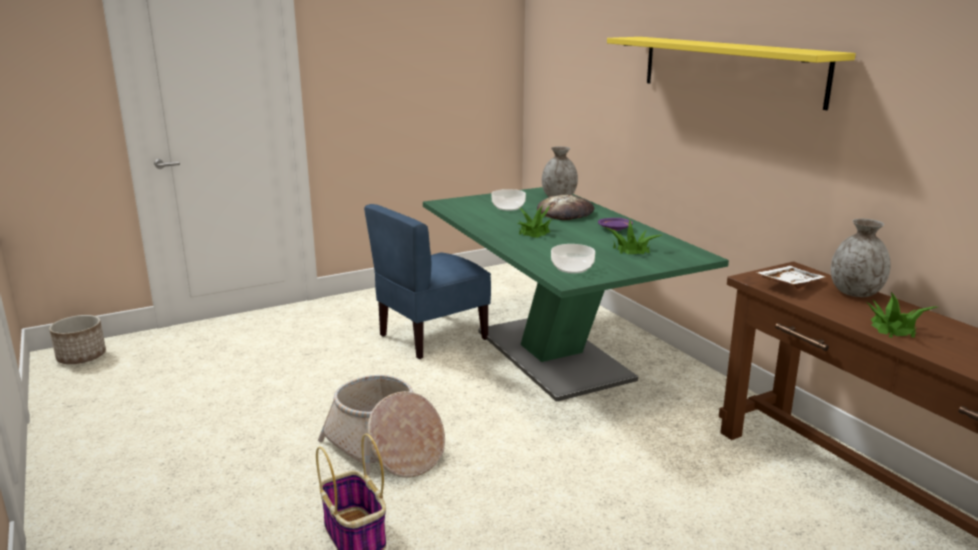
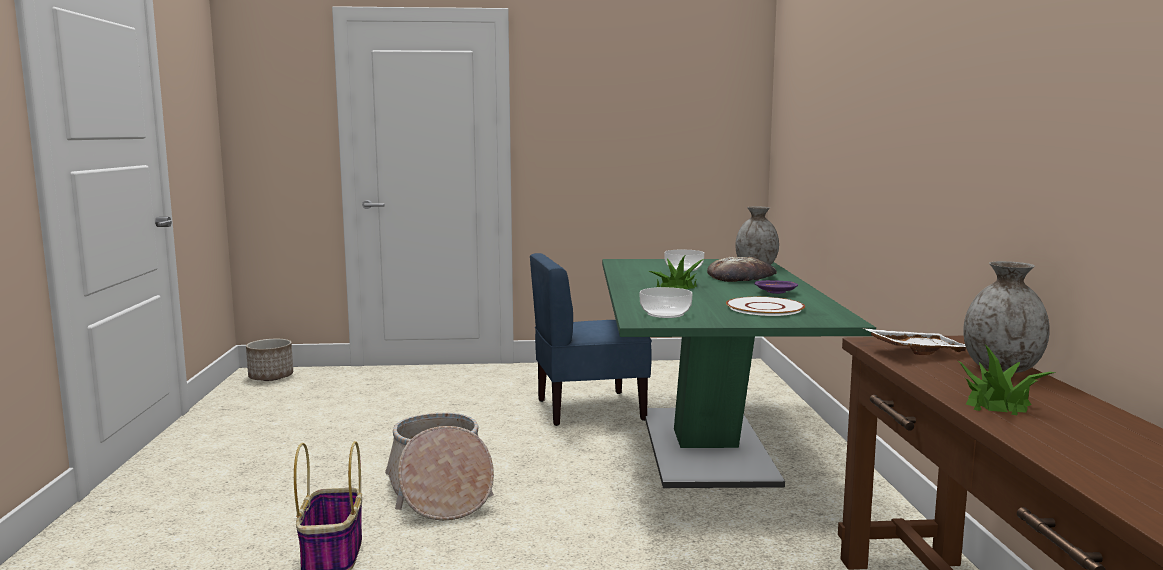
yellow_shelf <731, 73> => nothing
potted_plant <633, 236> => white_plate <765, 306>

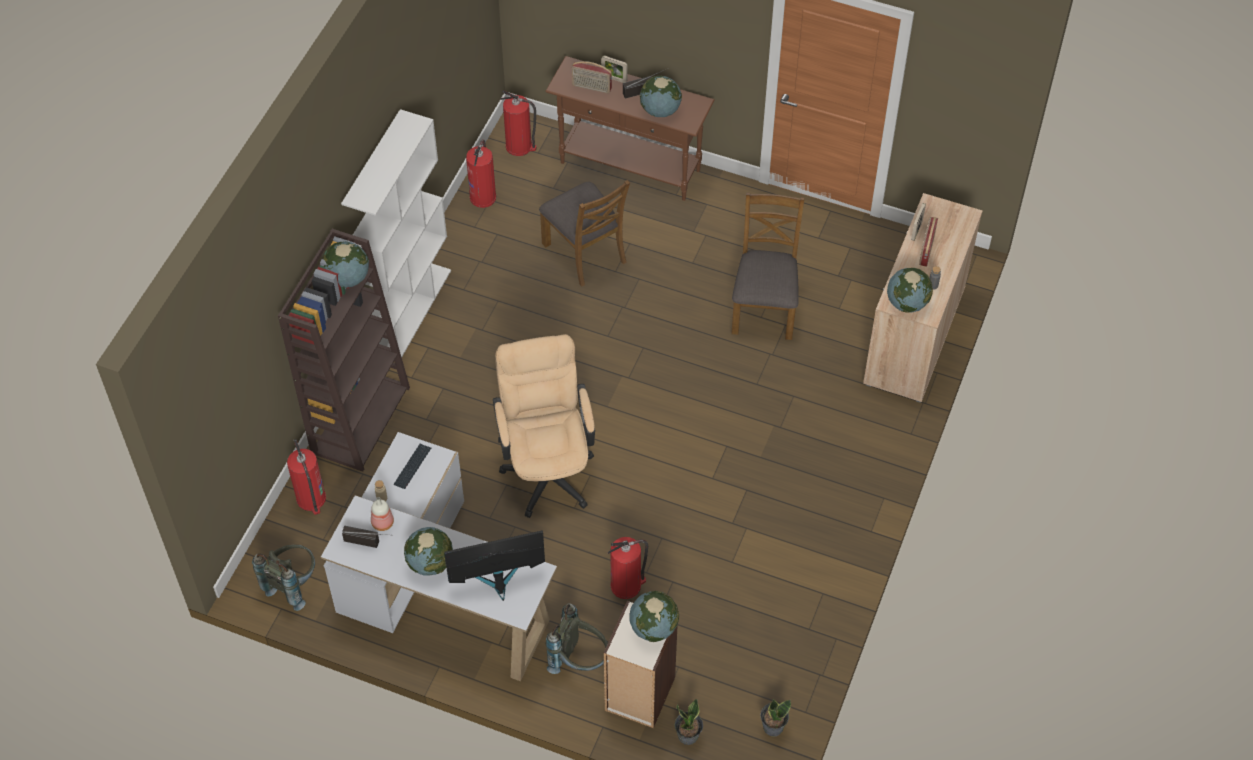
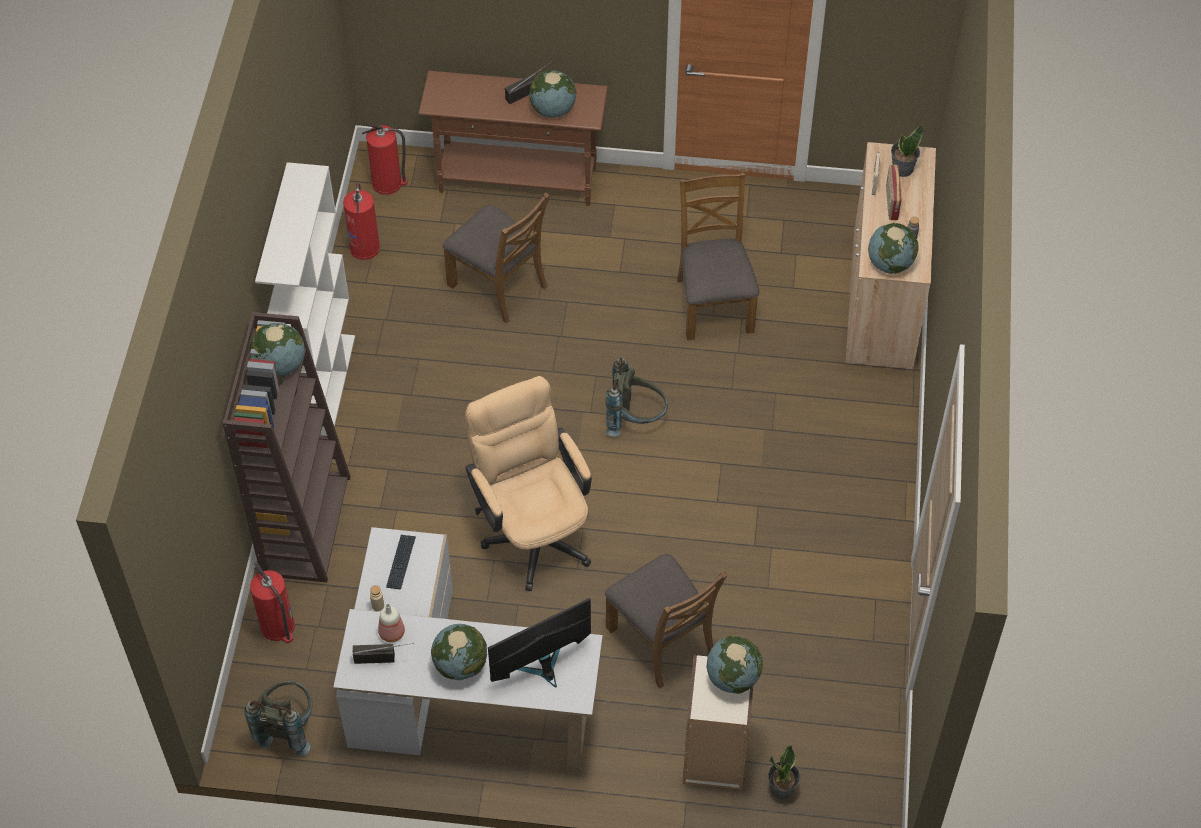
radio <592, 77> => nothing
picture_frame <614, 69> => nothing
grey_backpack <576, 638> => grey_backpack <636, 397>, shifted
potted_plant <775, 718> => potted_plant <907, 150>, shifted
fire_extinguisher <627, 568> => brown_chair <666, 621>

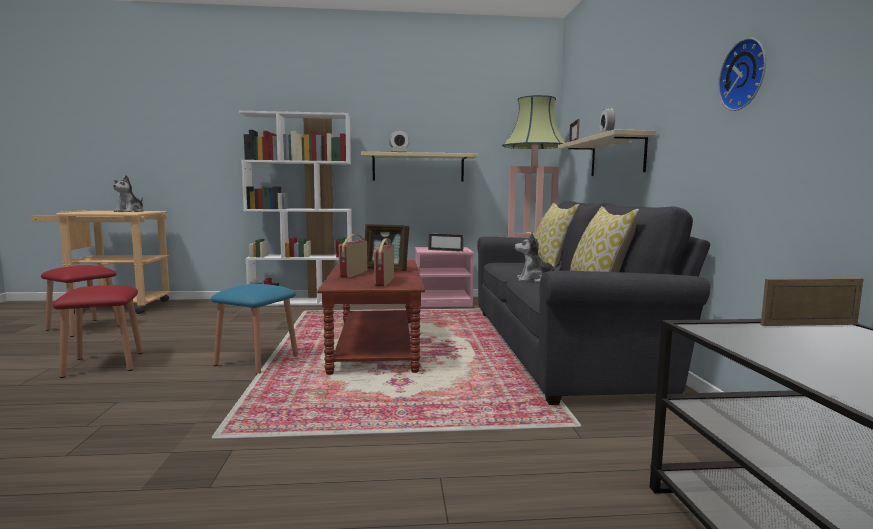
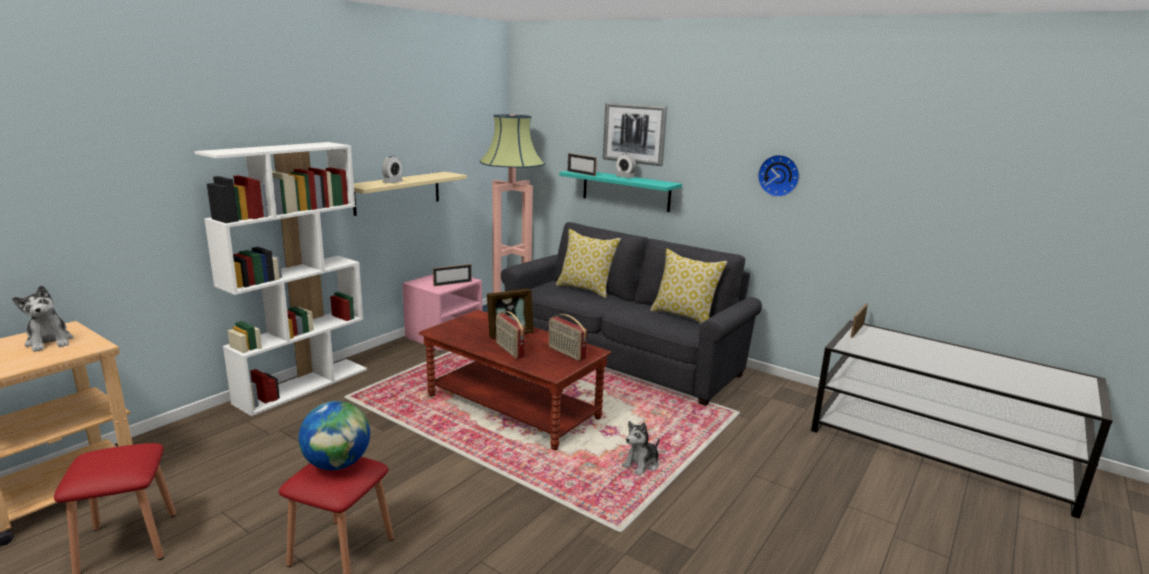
blue_stool <254, 329> => nothing
nothing => globe <334, 435>
nothing => picture <635, 134>
plush_toy <538, 257> => plush_toy <641, 448>, shifted
beige_shelf <607, 152> => turquoise_shelf <620, 191>

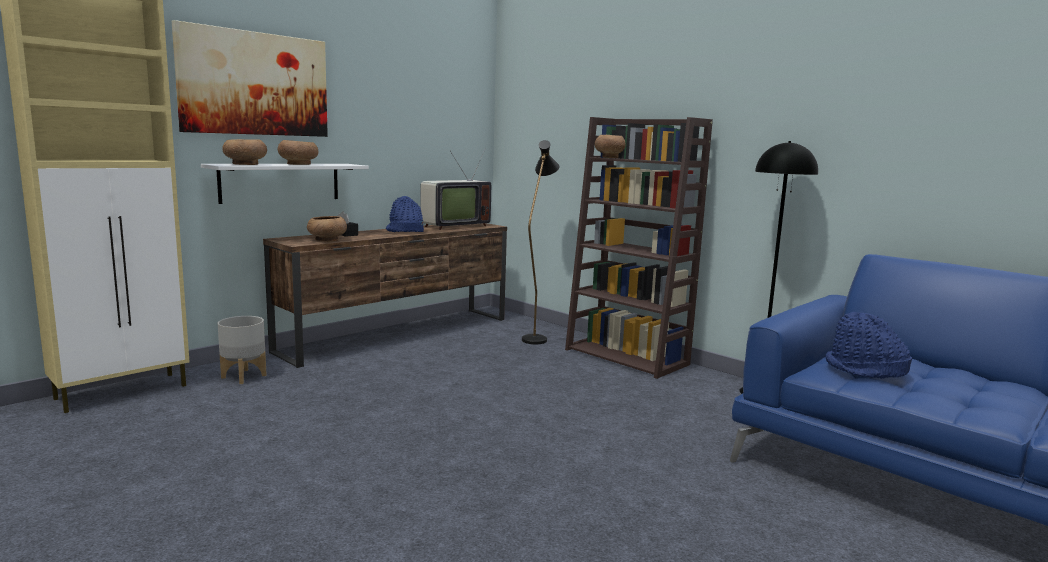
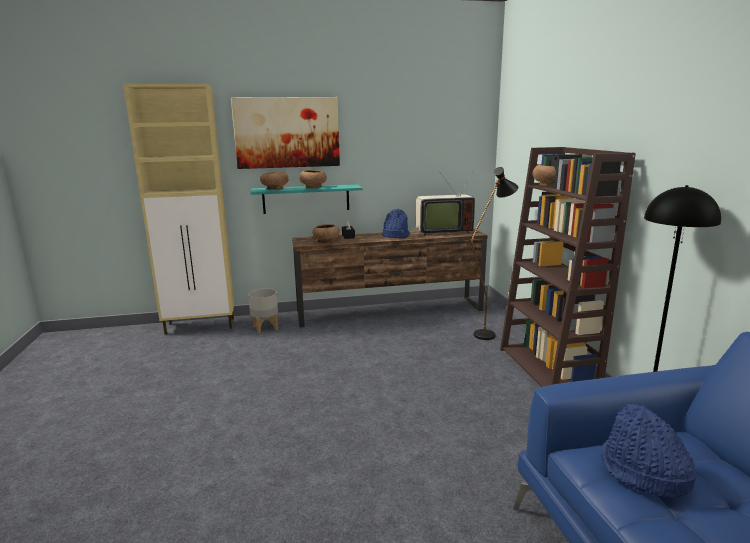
white_shelf <285, 184> => turquoise_shelf <306, 199>

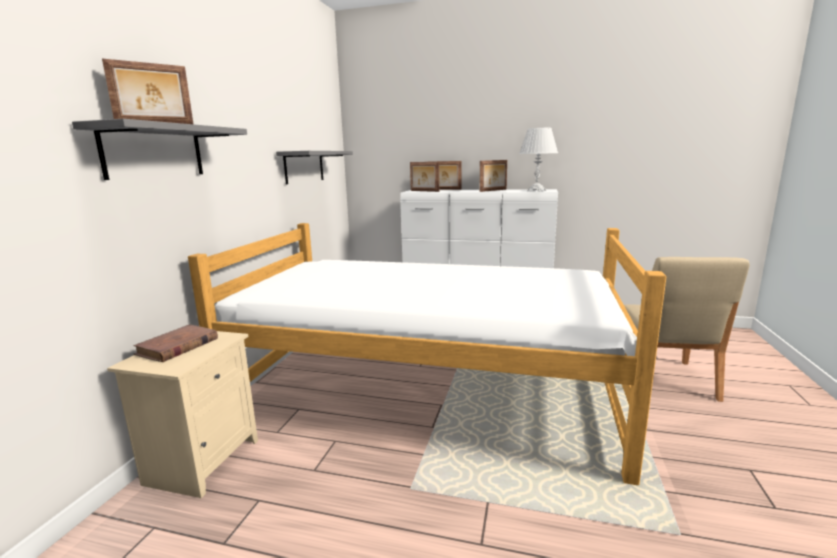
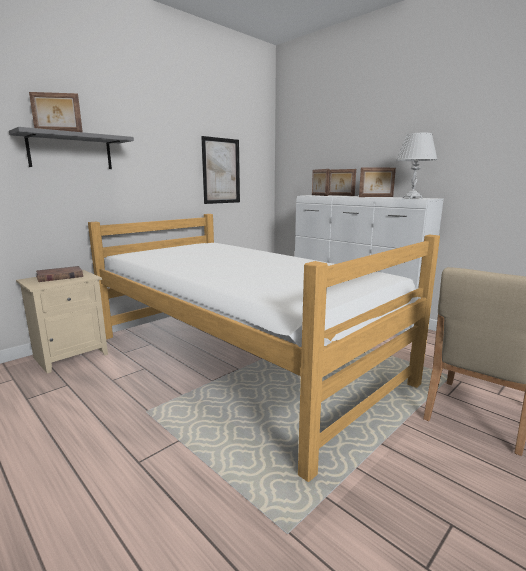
grey_shelf <314, 167> => picture <220, 170>

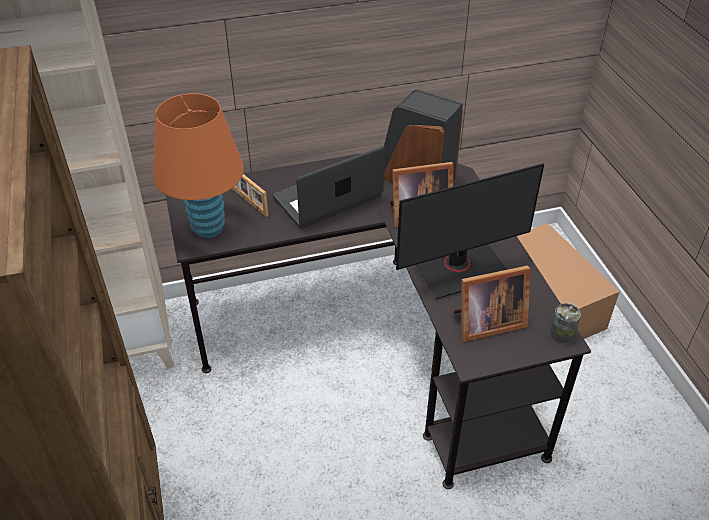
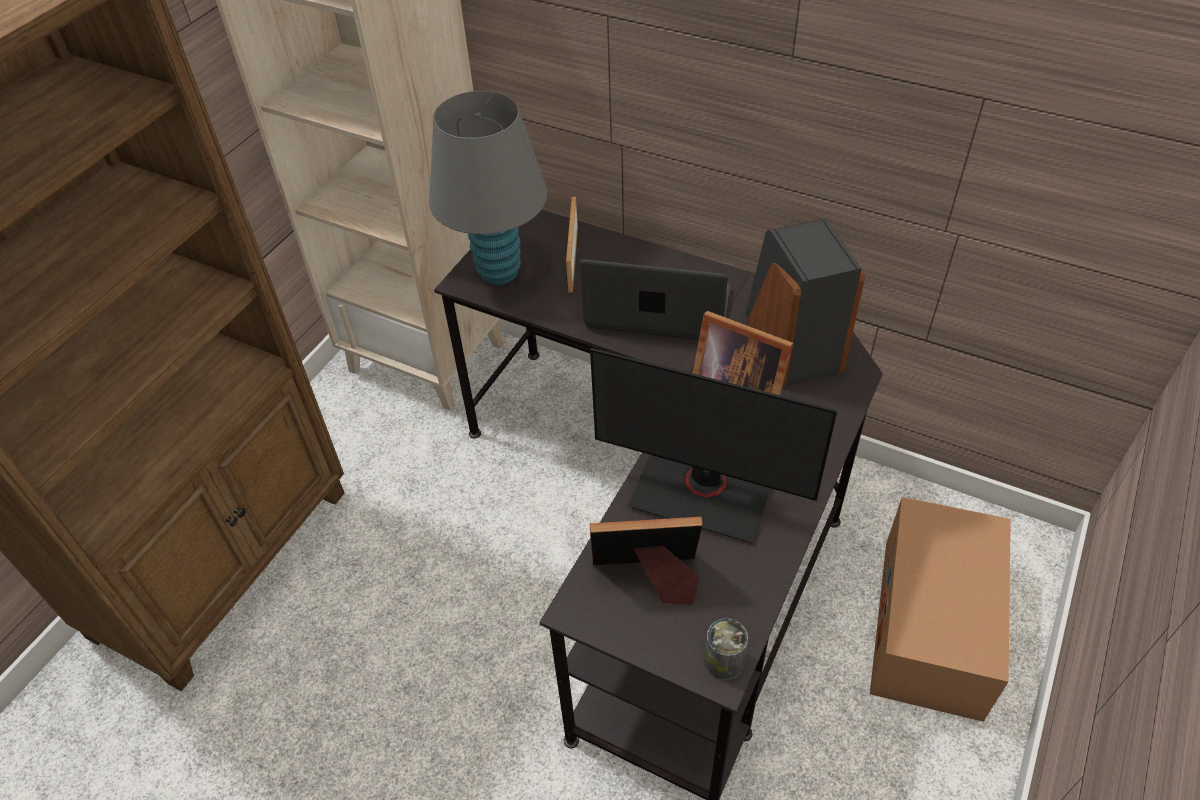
orange_table_lamp <198, 166> => grey_table_lamp <488, 188>
picture_frame <492, 303> => picture_frame <646, 561>, 150 degrees clockwise

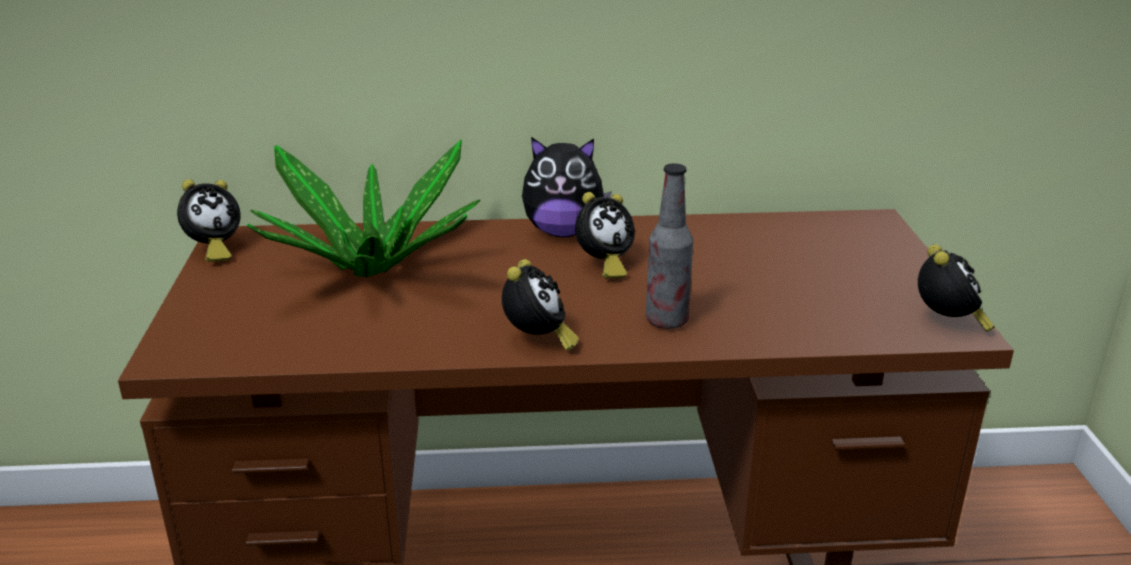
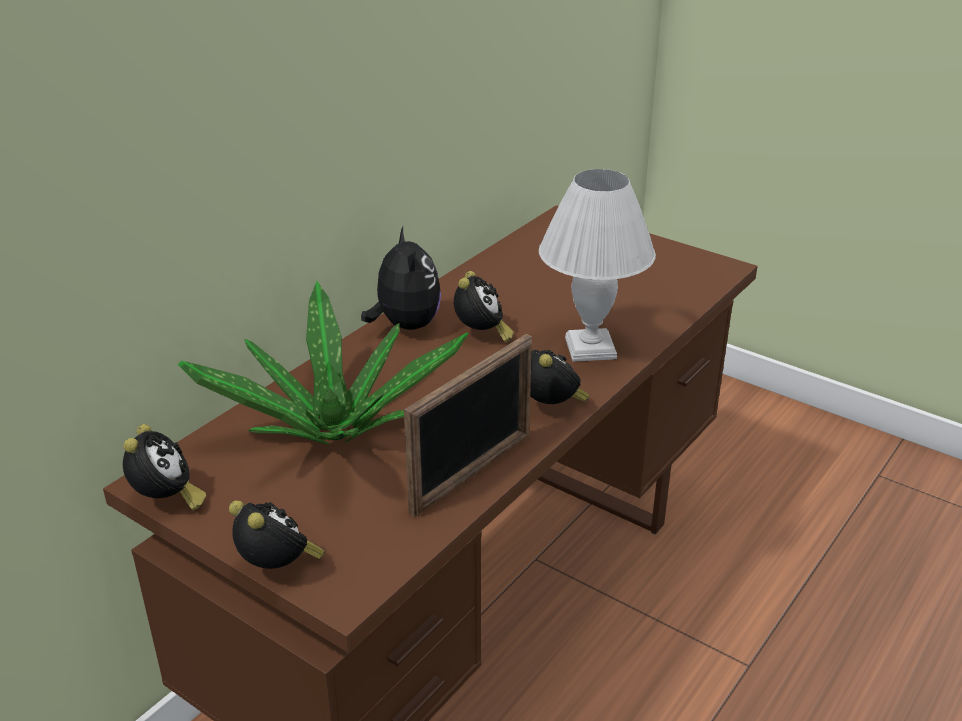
nothing => picture_frame <468, 425>
alarm_clock <956, 288> => alarm_clock <277, 535>, shifted
bottle <669, 246> => white_table_lamp <597, 265>
plush_toy <567, 187> => plush_toy <401, 278>, 60 degrees counterclockwise

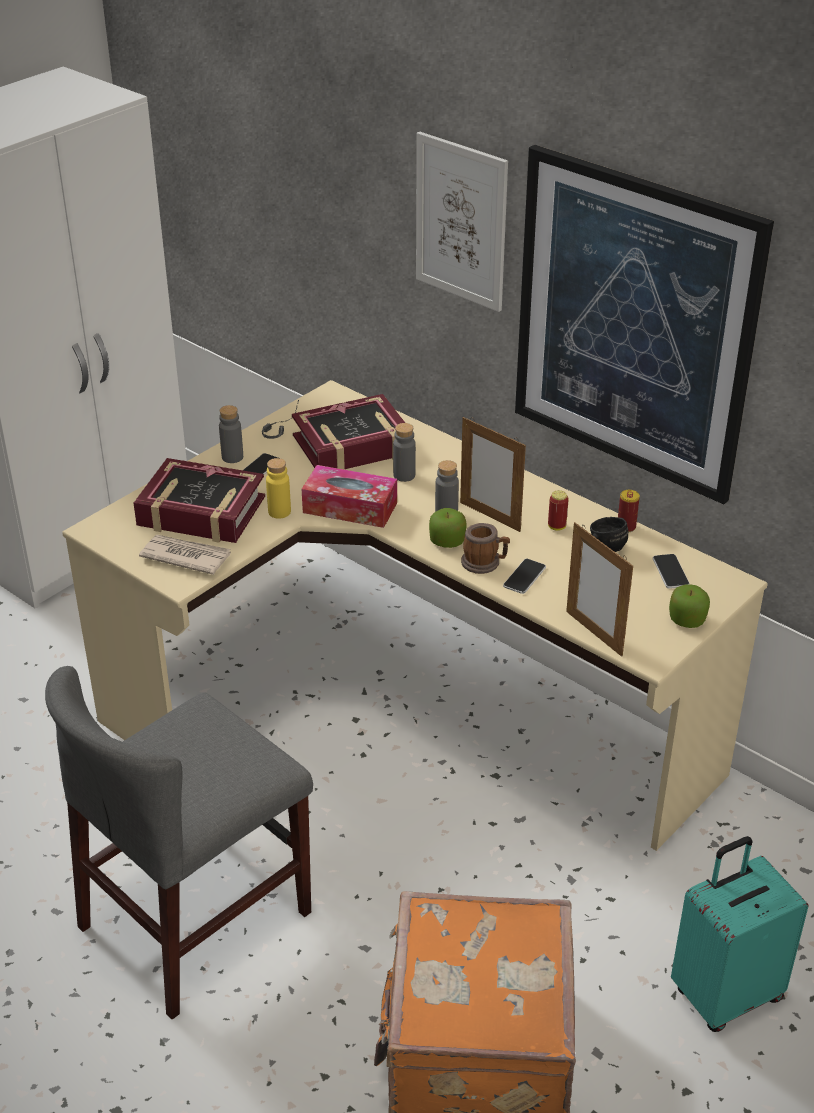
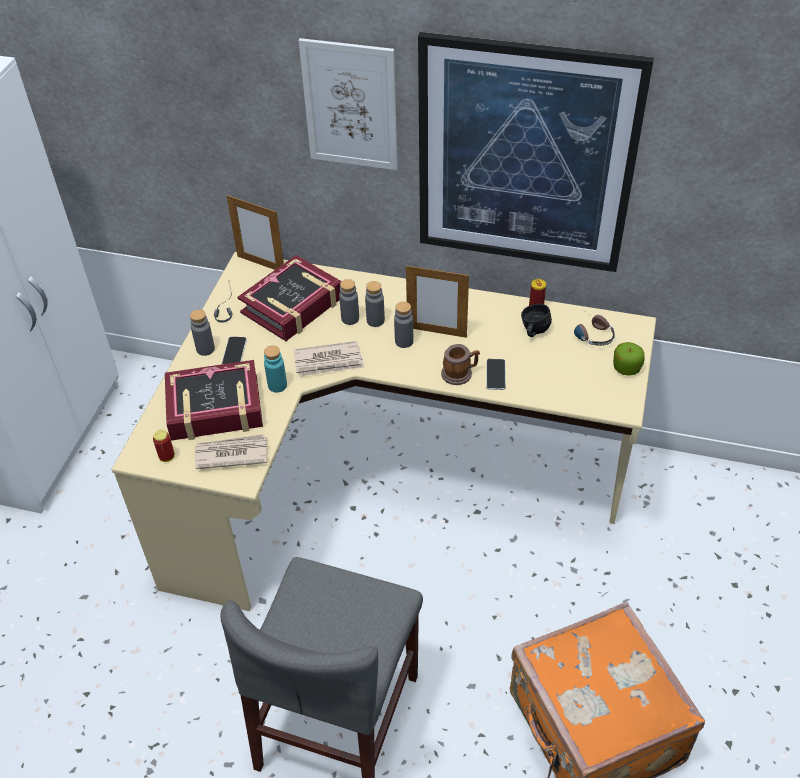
apple <448, 528> => nothing
turquoise_suitcase <739, 934> => nothing
nothing => grey_bottle <375, 304>
can <558, 510> => can <164, 446>, shifted
picture_frame <599, 589> => picture_frame <255, 232>, shifted
tissue_box <349, 496> => newspaper <328, 359>
phone <671, 571> => headphones <594, 329>
yellow_bottle <278, 488> => turquoise_bottle <275, 369>

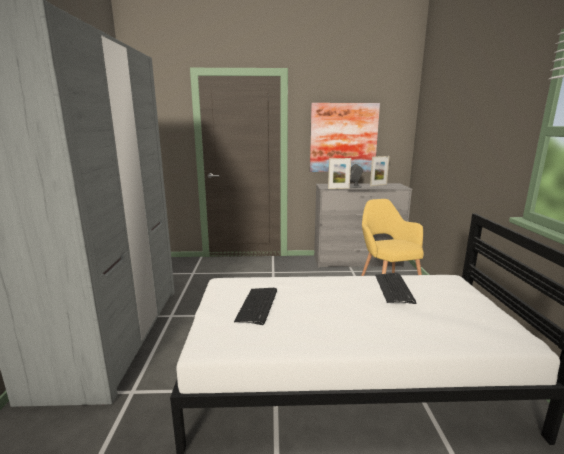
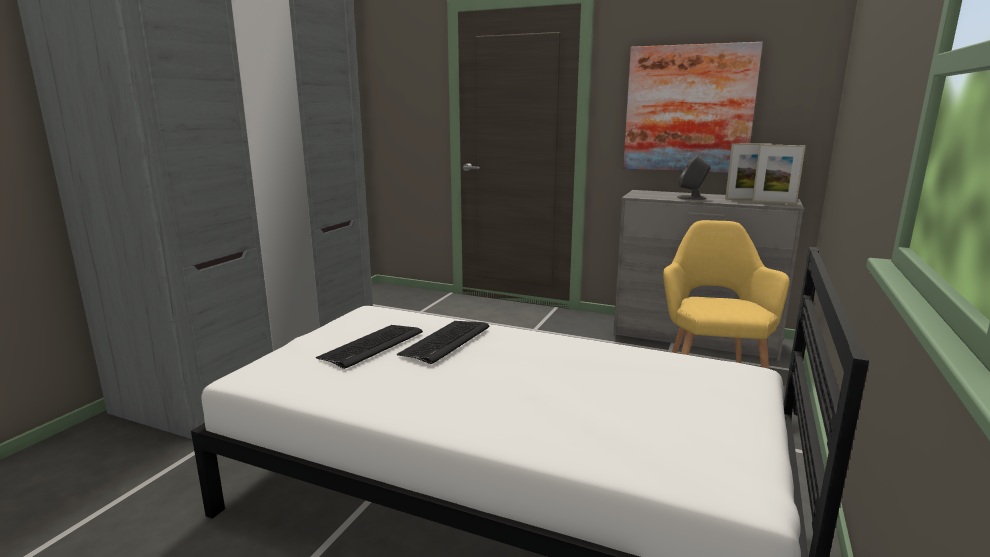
picture_frame <339, 173> => picture_frame <779, 174>, shifted
keyboard <395, 288> => keyboard <443, 342>, shifted

